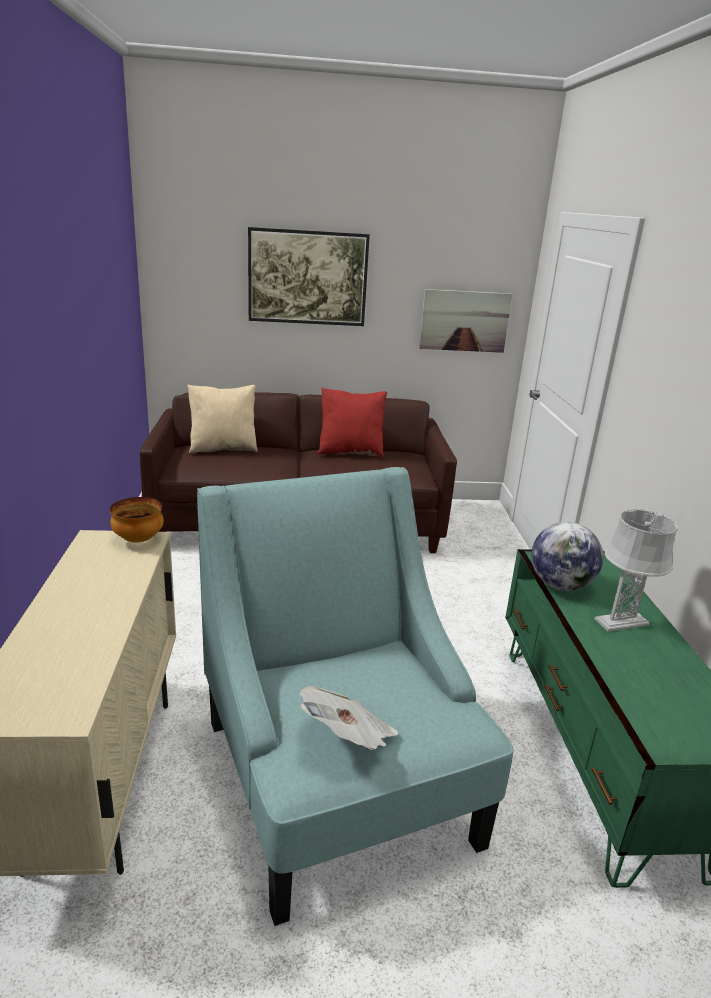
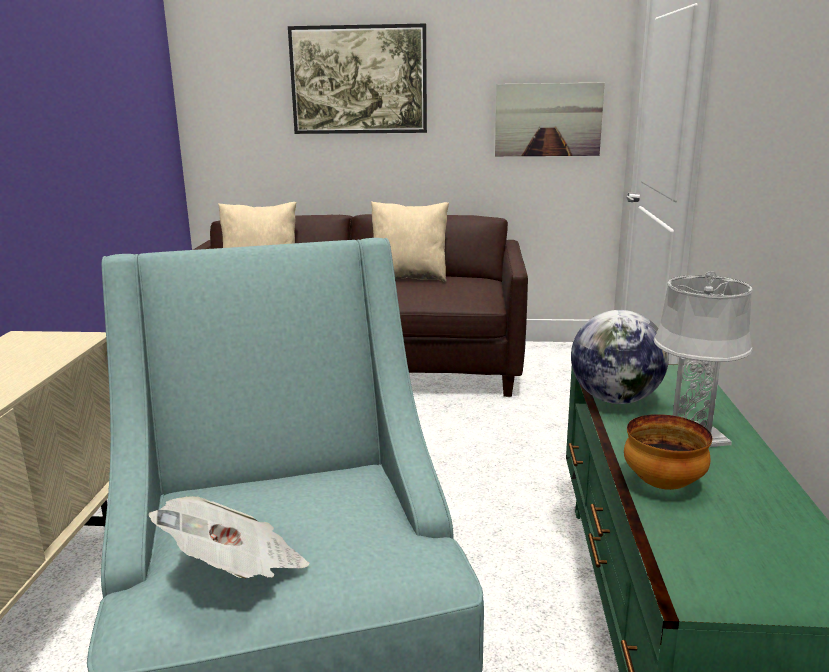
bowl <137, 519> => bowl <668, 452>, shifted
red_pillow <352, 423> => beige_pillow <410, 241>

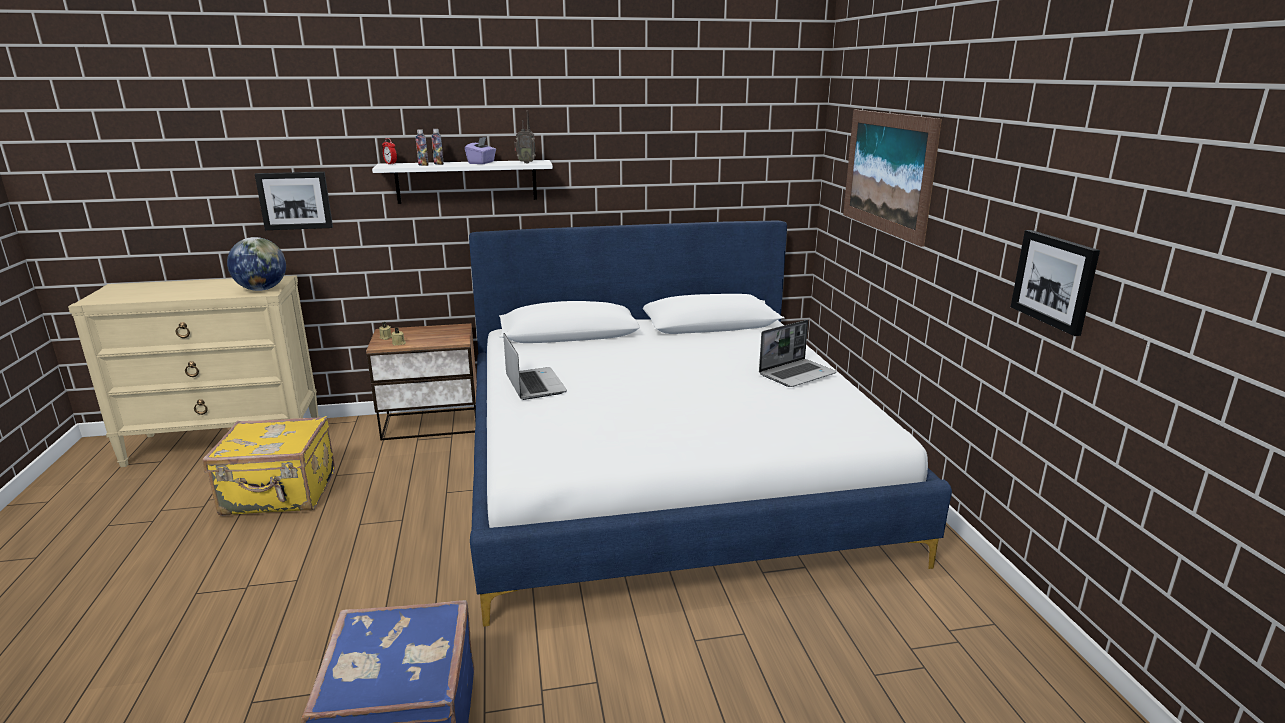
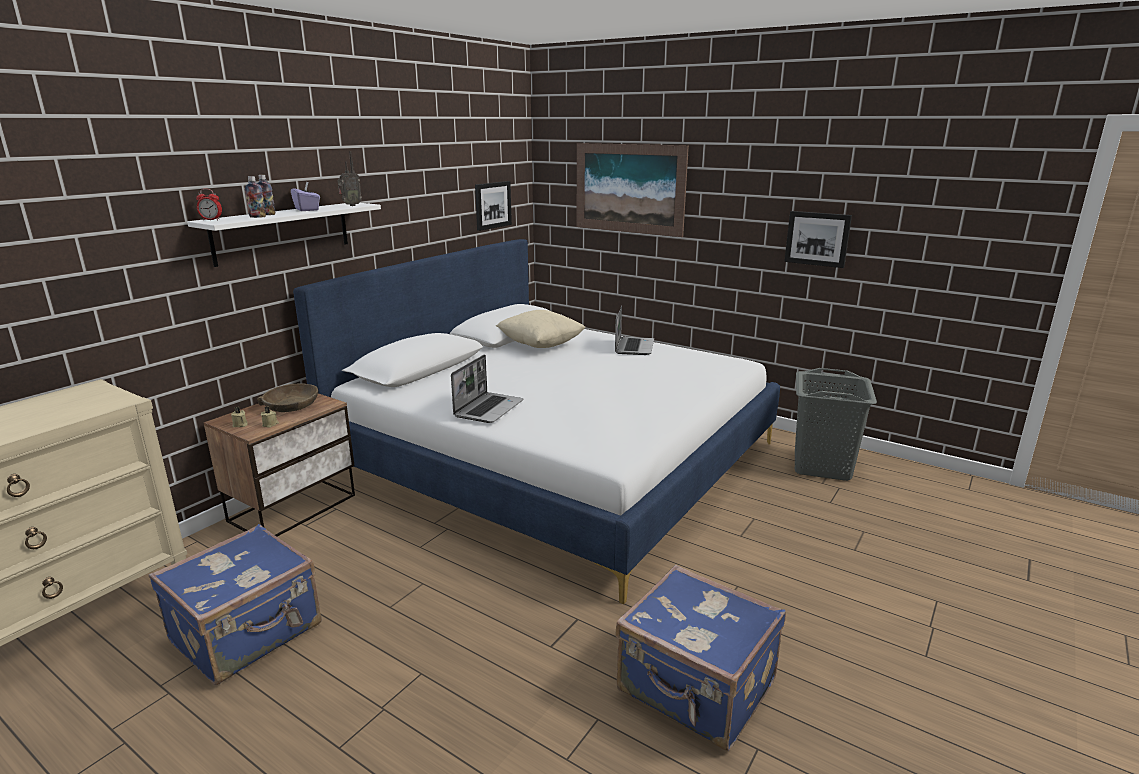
globe <256, 264> => nothing
nothing => brown_bowl <287, 397>
nothing => beige_pillow <540, 329>
nothing => grey_laundry_basket <836, 424>
picture <294, 201> => picture <493, 206>, shifted
yellow_suitcase <268, 466> => blue_suitcase <235, 604>
laptop <535, 366> => laptop <487, 388>, 90 degrees clockwise

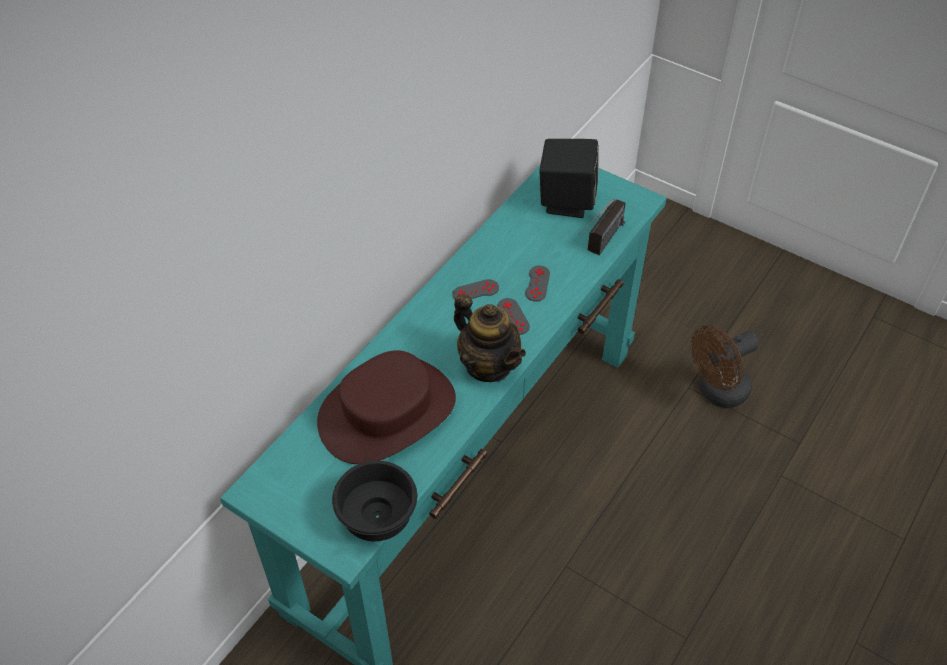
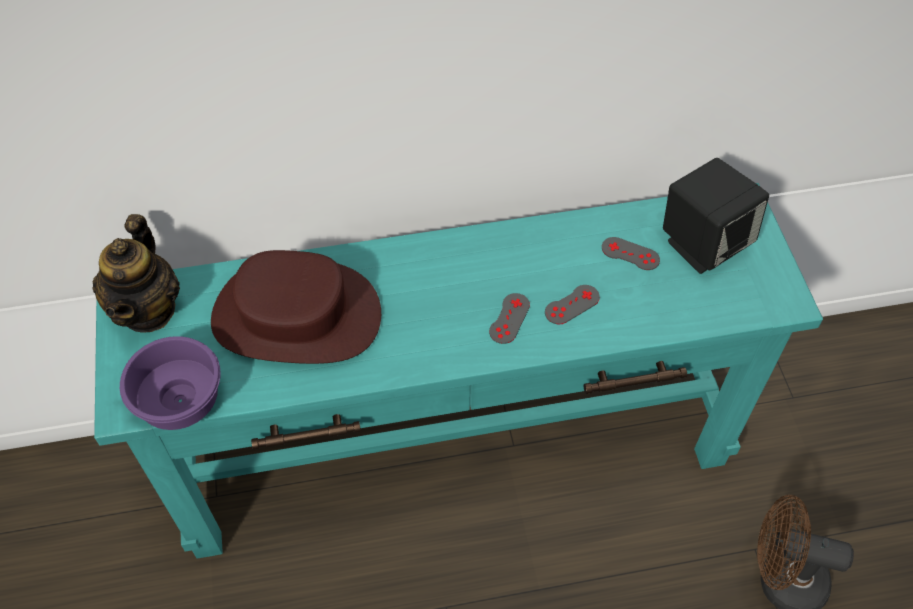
radio <602, 227> => nothing
grey_game_controller <475, 289> => grey_game_controller <631, 253>, shifted
teapot <490, 337> => teapot <136, 273>, shifted
black_bowl <374, 501> => purple_bowl <170, 383>

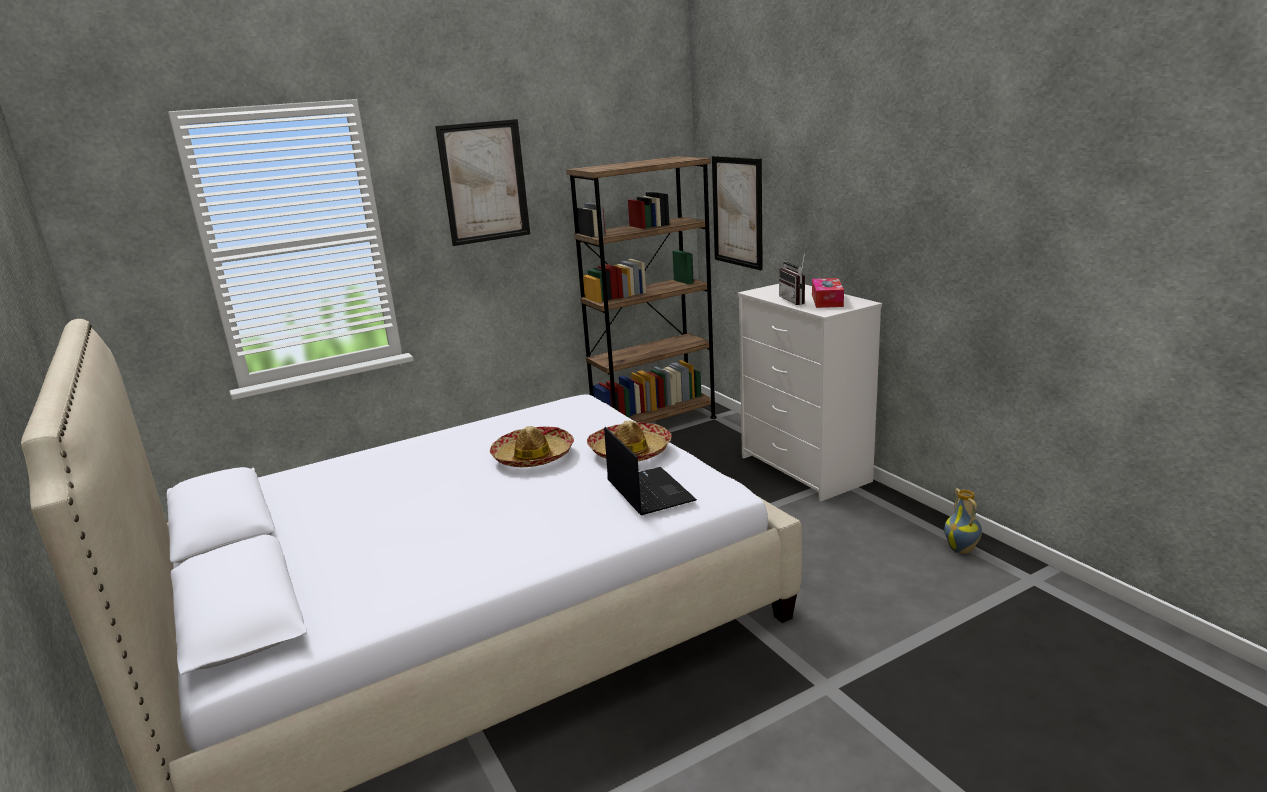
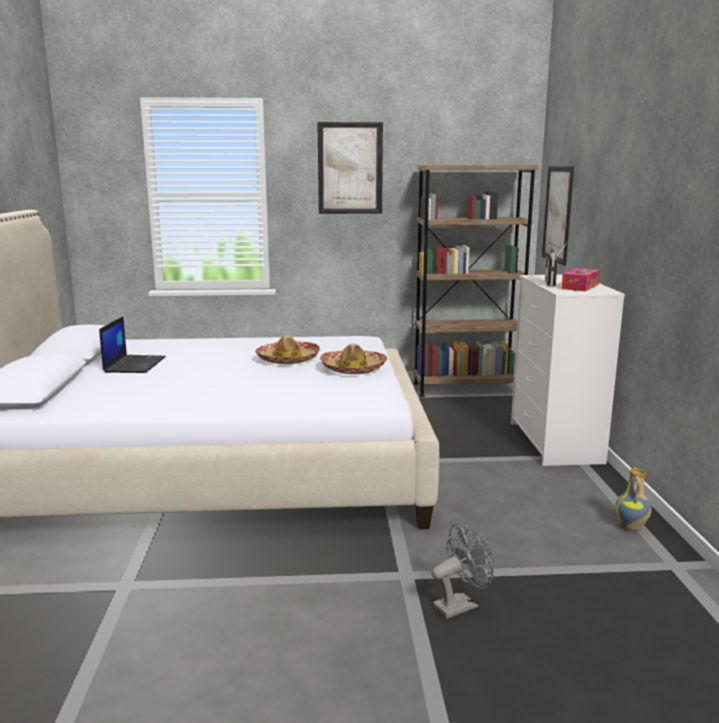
nothing => grey_fan <463, 571>
laptop <650, 471> => laptop <132, 344>, shifted

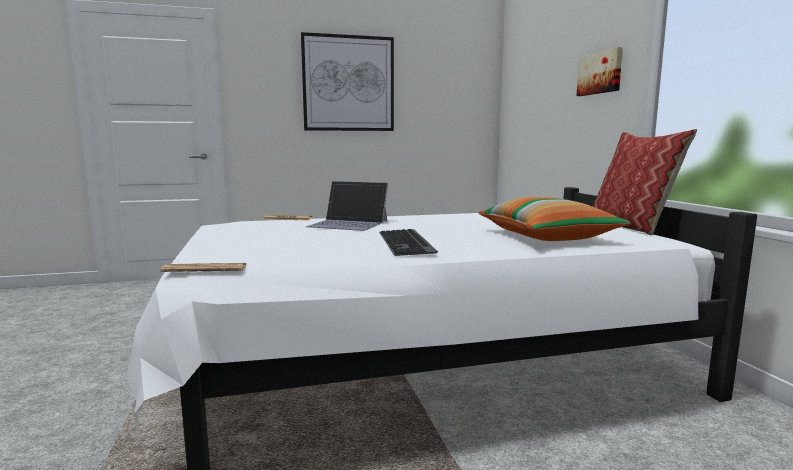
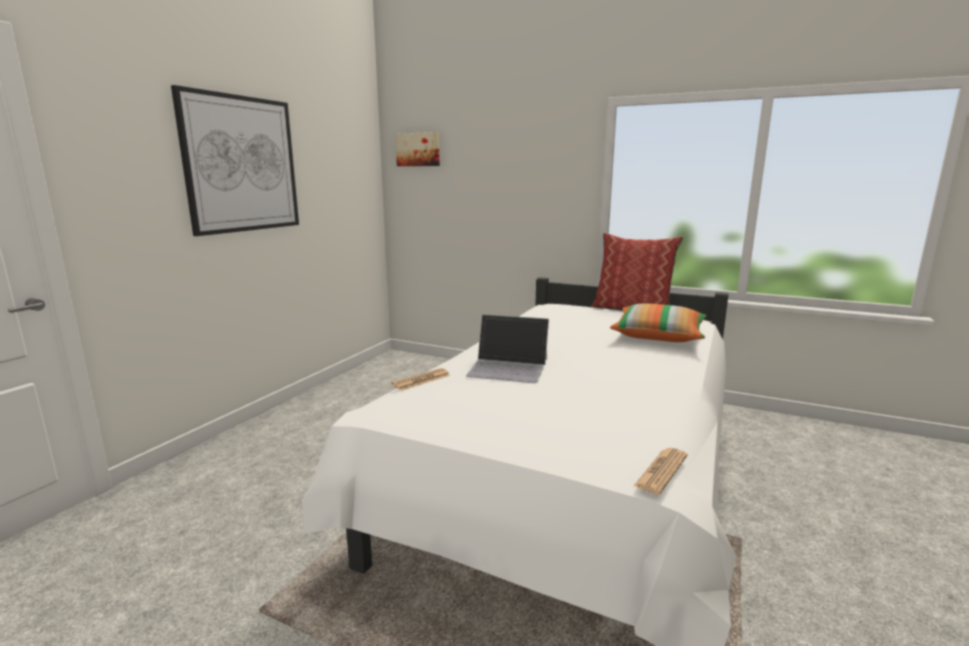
keyboard <408, 242> => nothing
picture <599, 71> => picture <417, 149>, shifted
laptop <347, 206> => laptop <507, 348>, 45 degrees clockwise

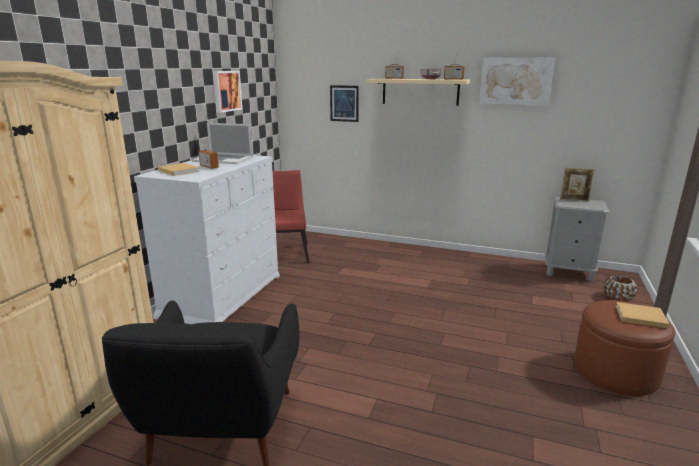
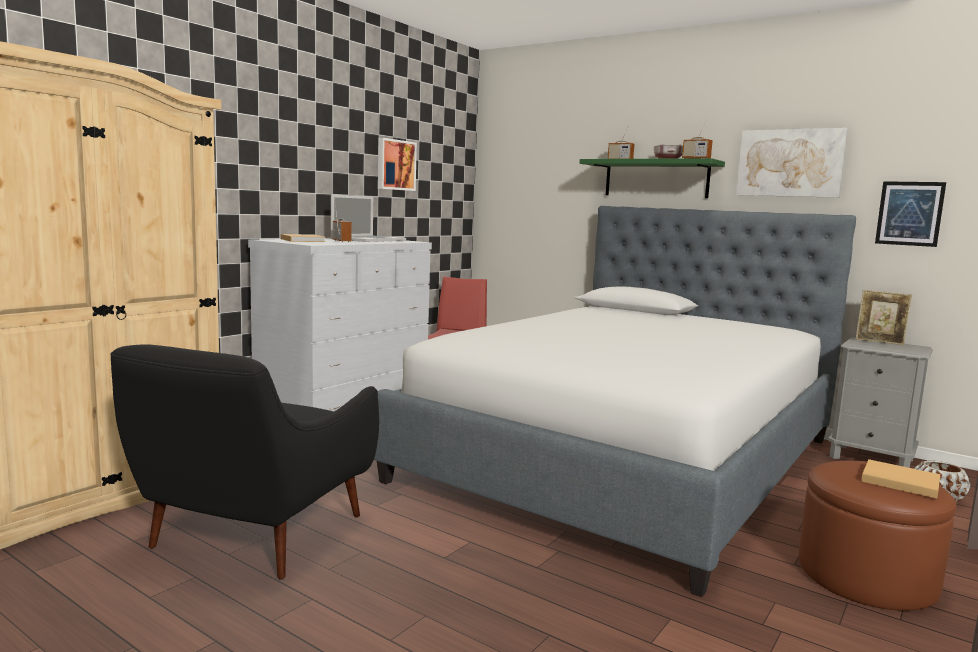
nothing => bed <615, 401>
picture <344, 103> => picture <910, 214>, shifted
beige_shelf <418, 92> => green_shelf <652, 178>
laptop <222, 143> => laptop <368, 218>, 90 degrees counterclockwise

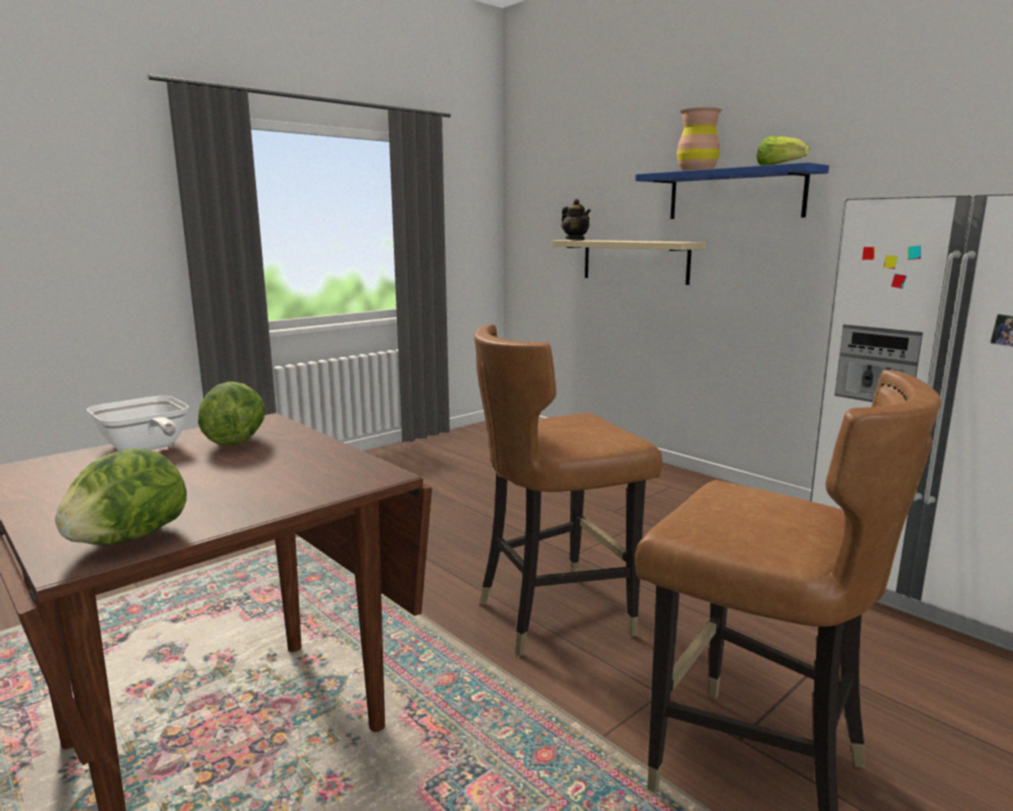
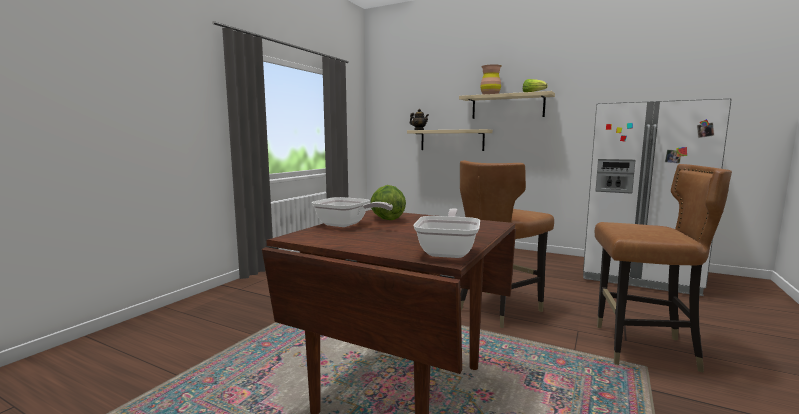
lettuce <121, 496> => frying_pan <446, 233>
blue_shelf <732, 190> => beige_shelf <507, 105>

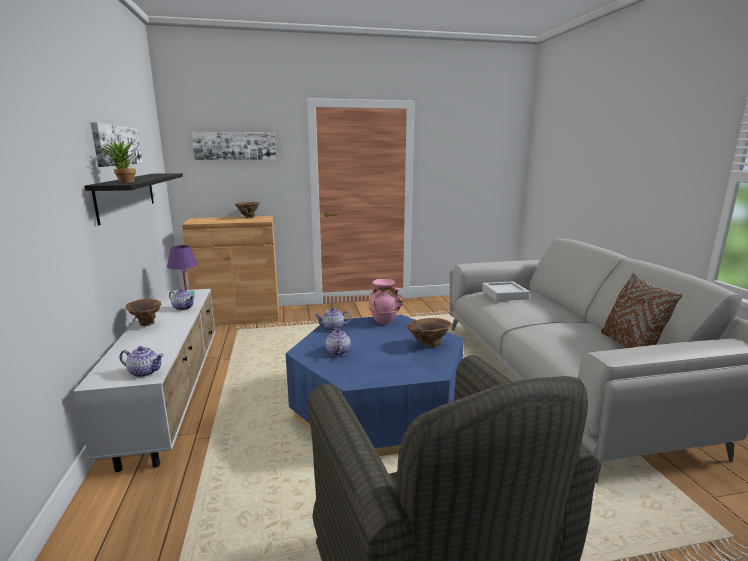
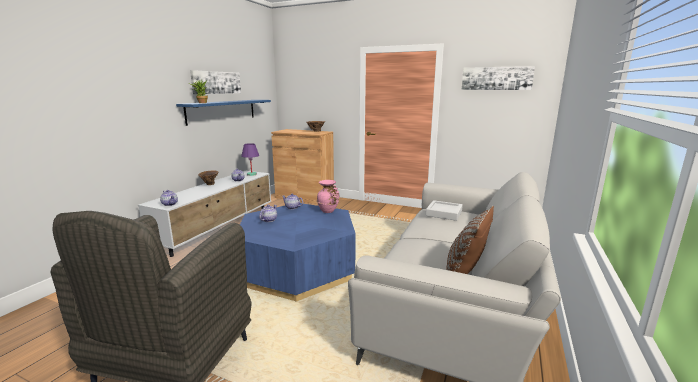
brown_vase <429, 332> => nothing
picture <234, 146> => picture <498, 78>, shifted
black_shelf <133, 199> => blue_shelf <223, 113>

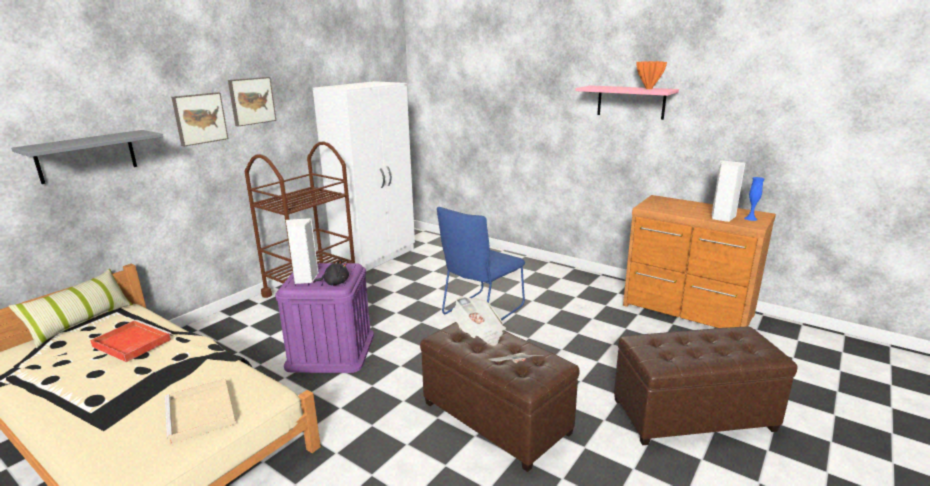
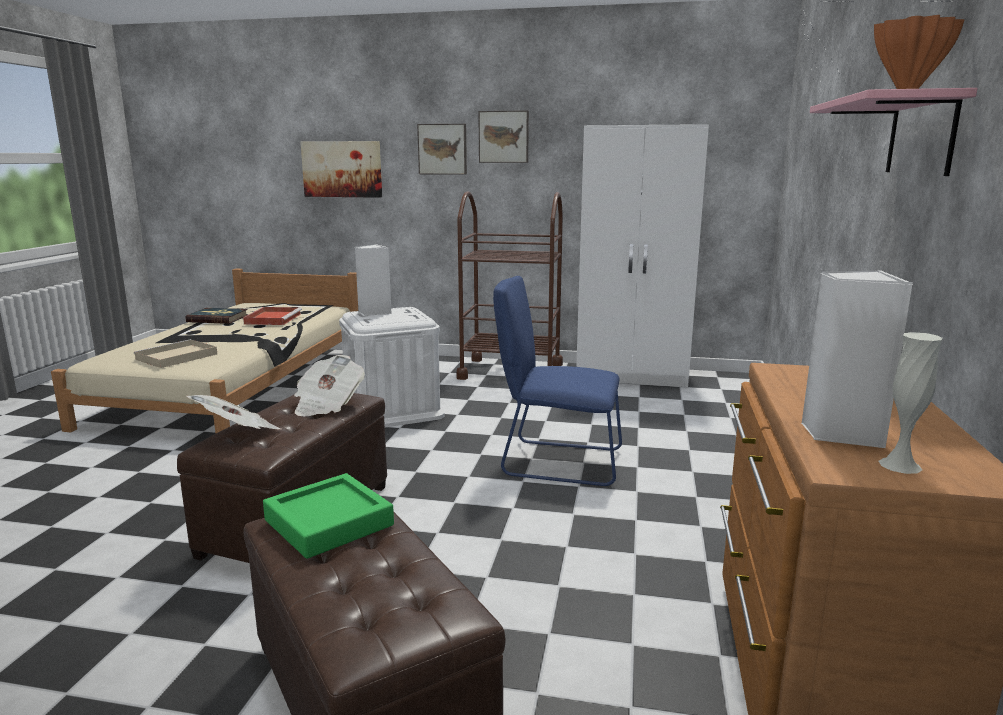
pillow <71, 308> => nothing
black_plush_toy <331, 272> => nothing
nothing => book <216, 316>
nothing => green_tray <328, 516>
grey_shelf <87, 157> => picture <341, 169>
purple_storage_box <324, 318> => white_storage_box <392, 367>
blue_vase <754, 199> => white_vase <911, 403>

